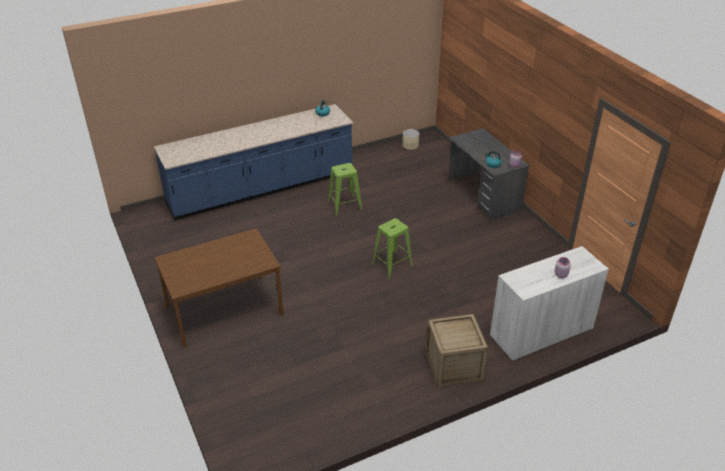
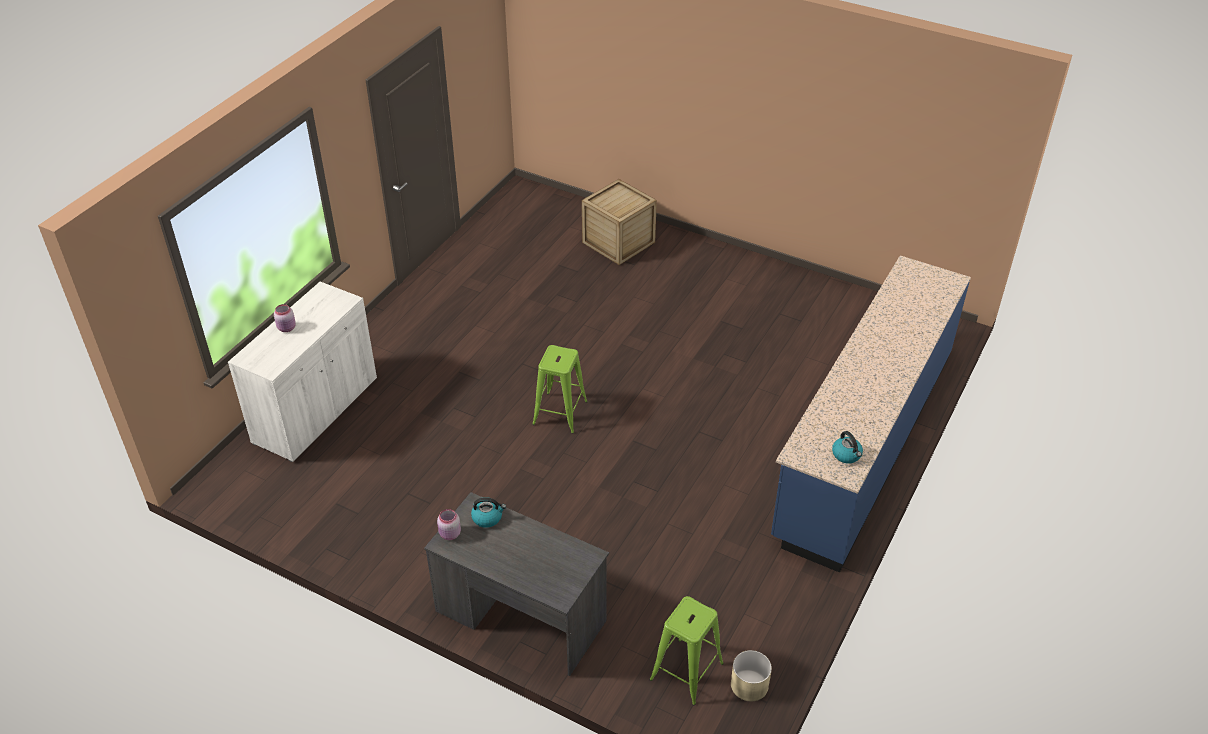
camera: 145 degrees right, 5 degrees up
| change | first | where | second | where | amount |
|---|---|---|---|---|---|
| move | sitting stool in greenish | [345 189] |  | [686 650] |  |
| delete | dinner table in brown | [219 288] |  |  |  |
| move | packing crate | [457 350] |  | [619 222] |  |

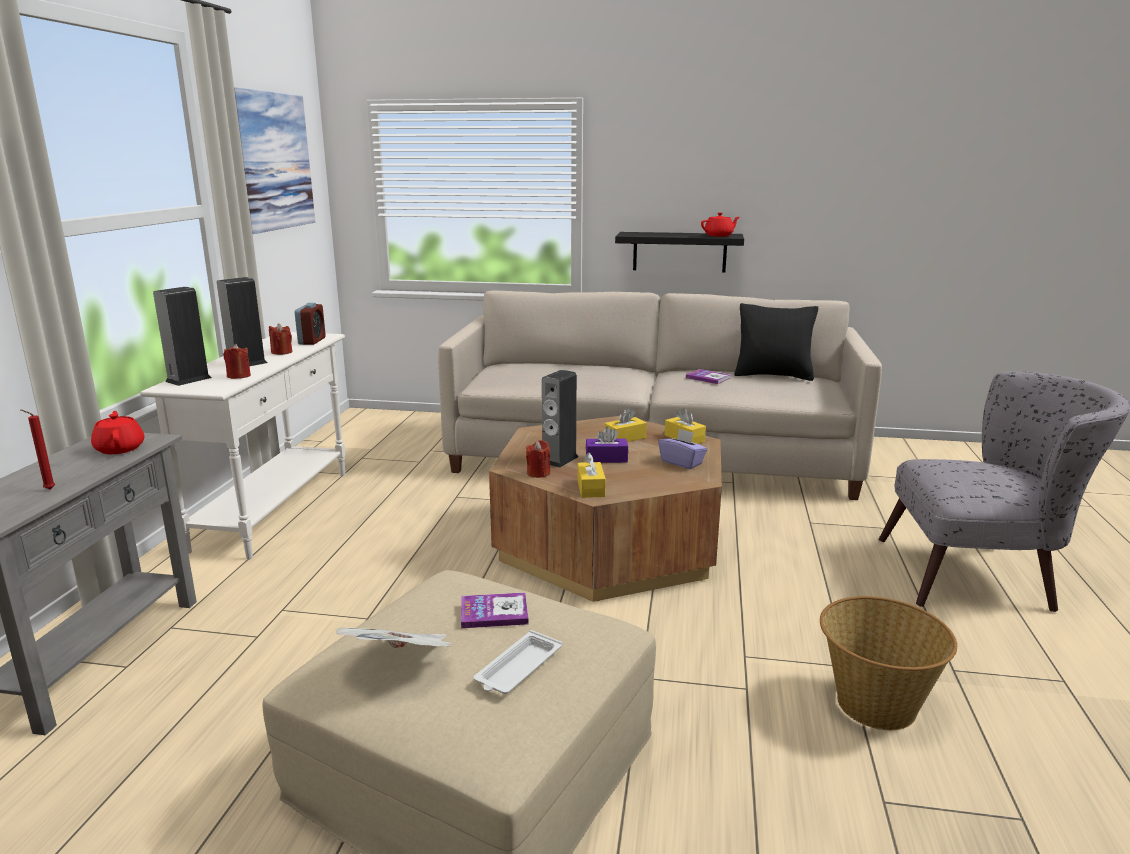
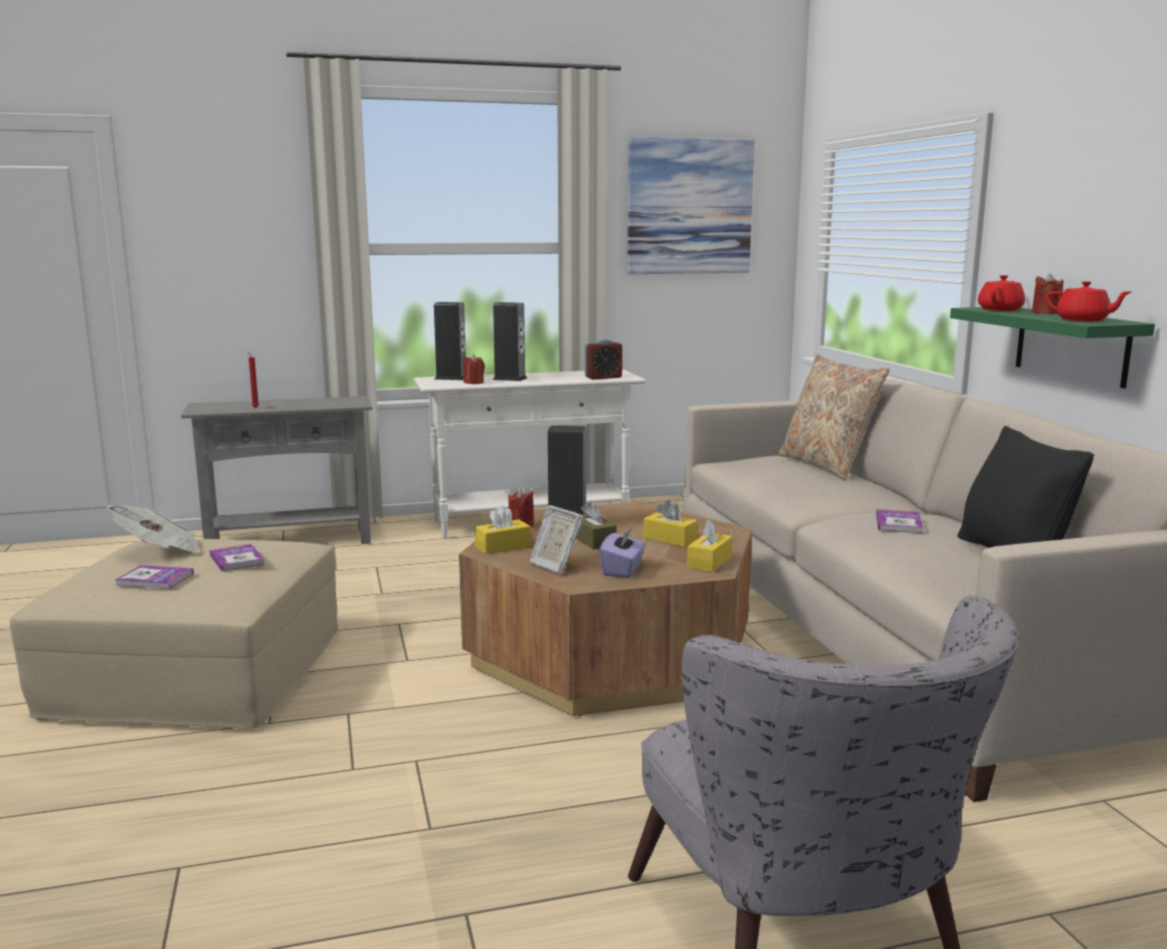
camera: 65 degrees right, 5 degrees down
| change | first | where | second | where | amount |
|---|---|---|---|---|---|
| recolor | wall shelf in blackish | [679 252] | wall shelf in greenish | [1052 347] |  |
| move | candle in red | [280 339] |  | [1048 293] |  |
| move | pot for tea in red | [117 432] |  | [1001 293] |  |
| recolor | tissue box in purple | [607 444] | tissue box in brown | [596 525] |  |
| delete | storage basket | [888 663] |  |  |  |
| replace | carrying tray in white | [518 662] | bound book | [154 577] |  |
| insert |  |  | cushion in beige-coloured | [834 417] |  |
| insert |  |  | standing frame | [556 539] |  |

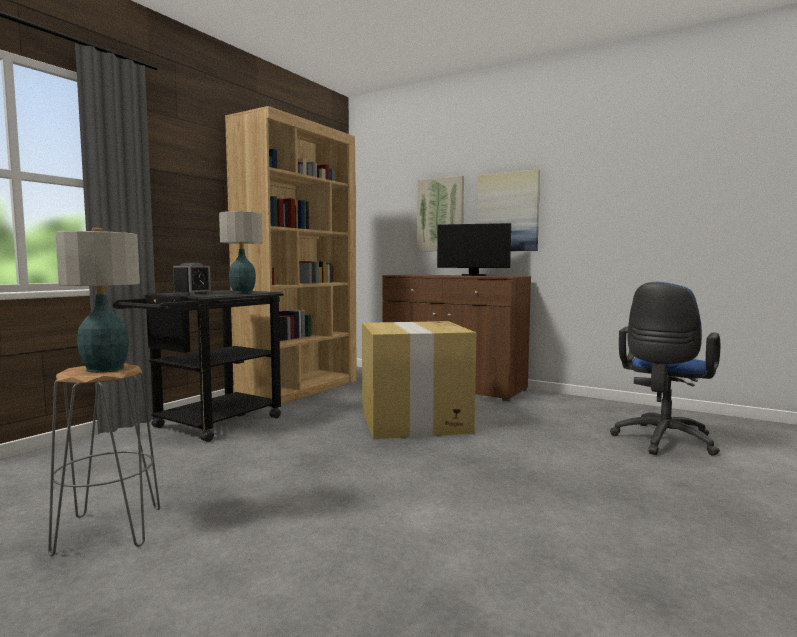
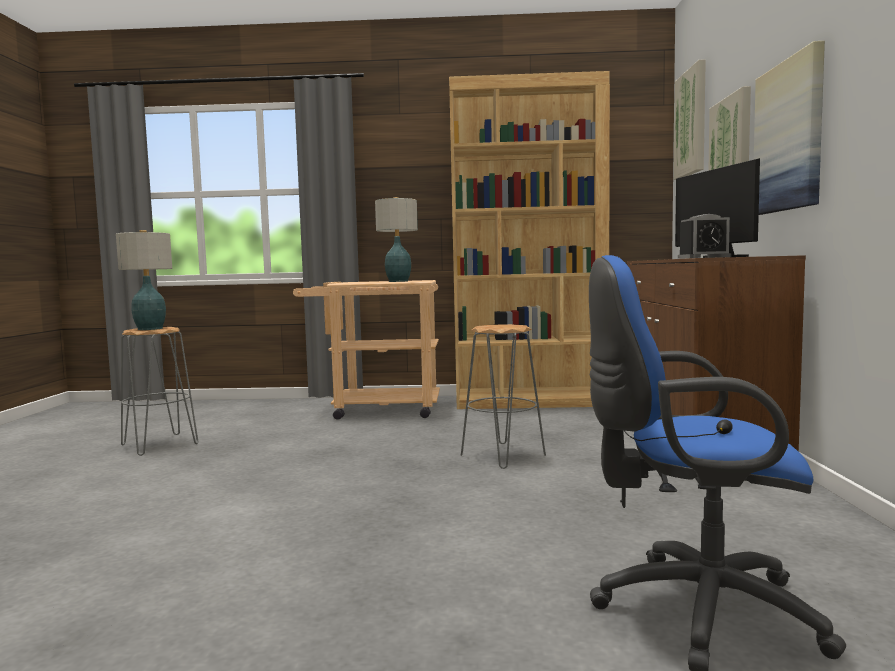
camera: 60 degrees right, 0 degrees up
| change | first | where | second | where | amount |
|---|---|---|---|---|---|
| move | bedside clock | [192 279] |  | [705 236] |  |
| recolor | trolley in blackish | [197 366] | trolley in beige-coloured | [366 350] |  |
| replace | cardboard box | [419 380] | sitting stool in grey | [503 396] |  |
| insert |  |  | wall picture | [690 119] |  |

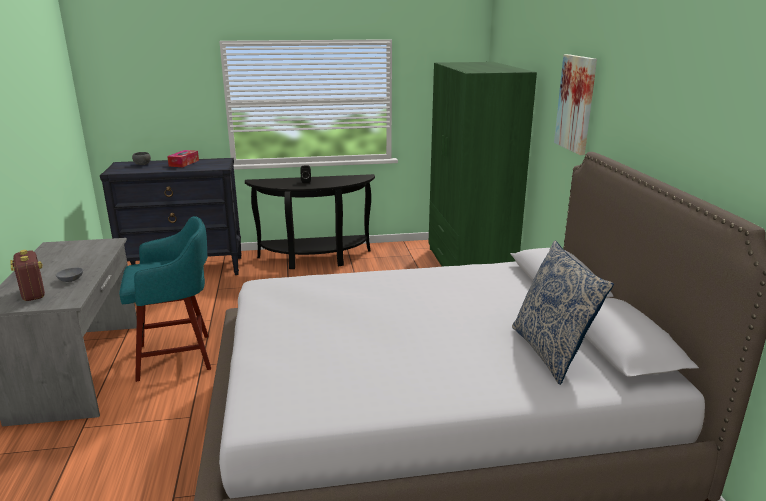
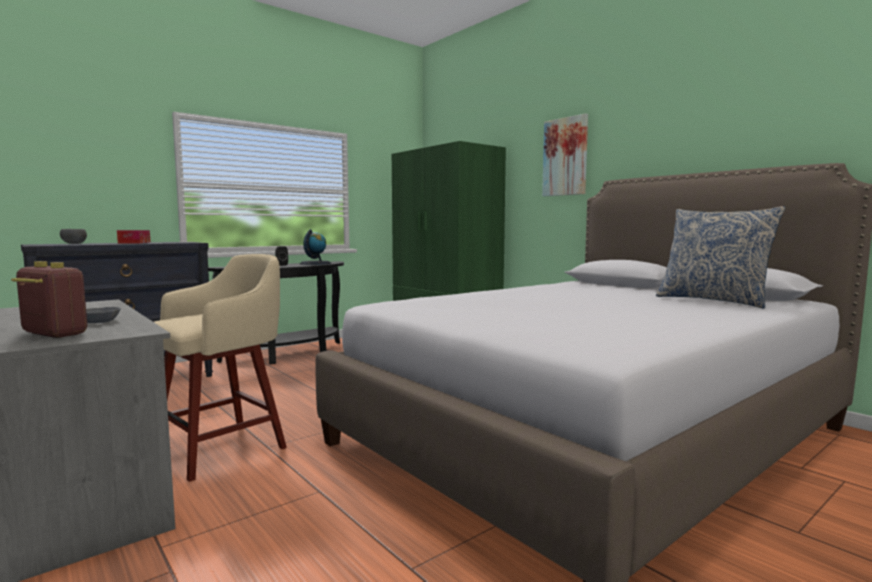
camera: 30 degrees left, 15 degrees down
| change | first | where | second | where | amount |
|---|---|---|---|---|---|
| recolor | sitting stool in blue-green | [165 299] | sitting stool in beige-coloured | [220 368] |  |
| insert |  |  | globe | [315 247] |  |

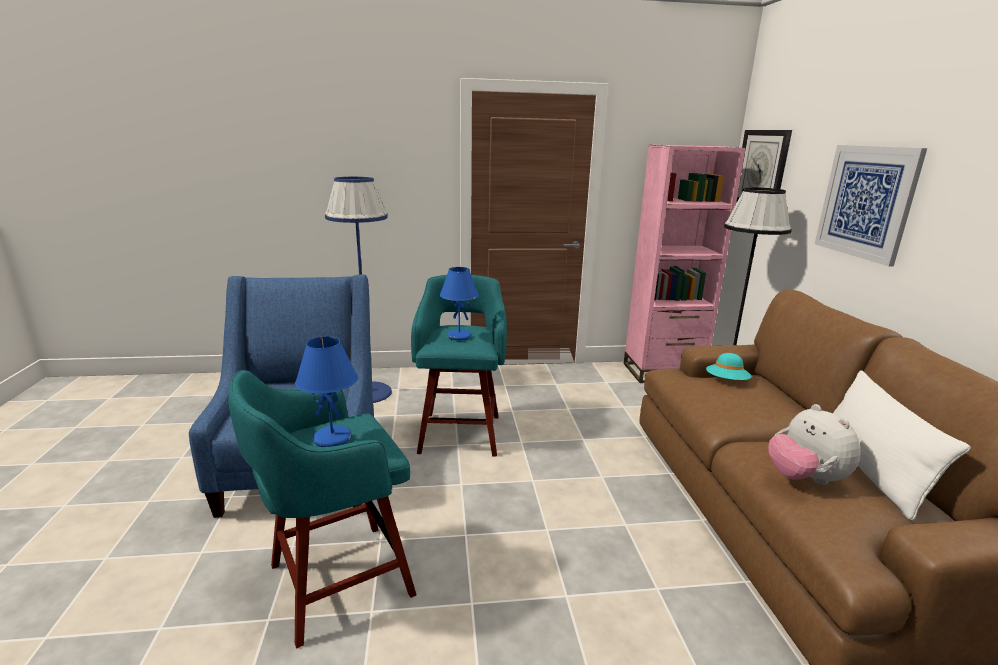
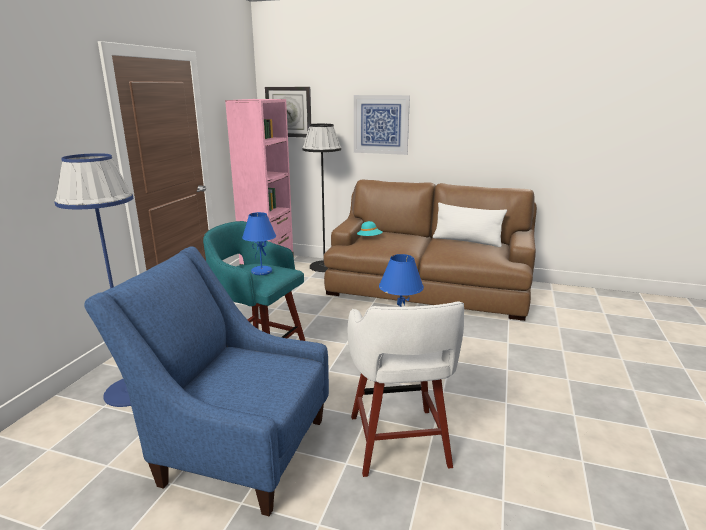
camera: 65 degrees left, 0 degrees up
| change | first | where | second | where | amount |
|---|---|---|---|---|---|
| recolor | sitting stool in blue-green | [322 509] | sitting stool in white | [406 389] |  |
| delete | cuddly toy | [814 444] |  |  |  |

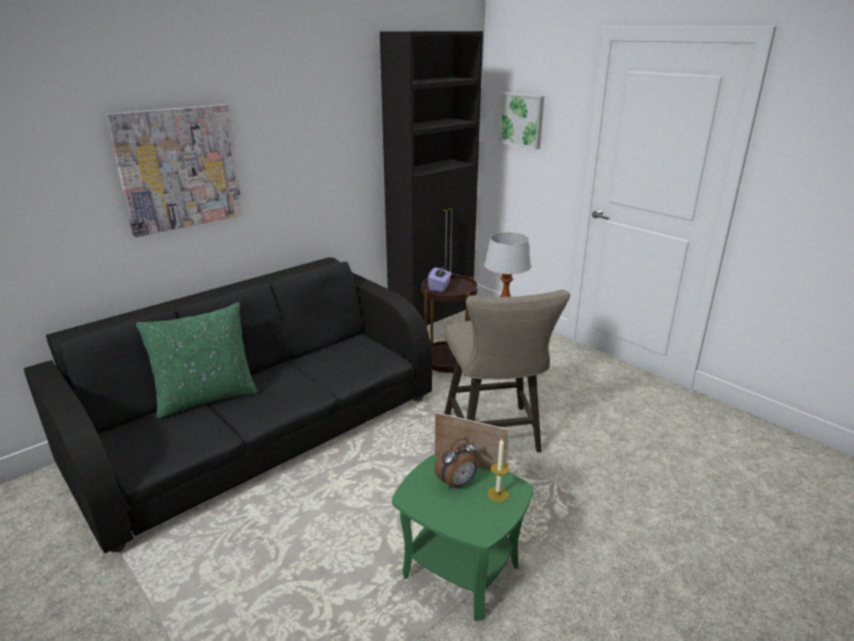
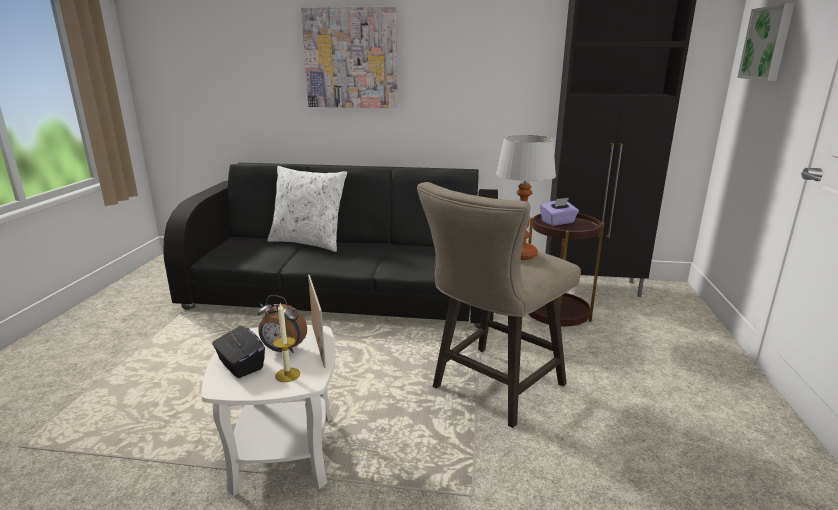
camera: 50 degrees right, 5 degrees down
| change | first | where | second | where | amount |
|---|---|---|---|---|---|
| recolor | cushion in greenish | [197 360] | cushion in white | [307 209] |  |
| recolor | accent table in greenish | [462 537] | accent table in white | [268 410] |  |
| insert |  |  | tissue box in blackish | [238 352] |  |

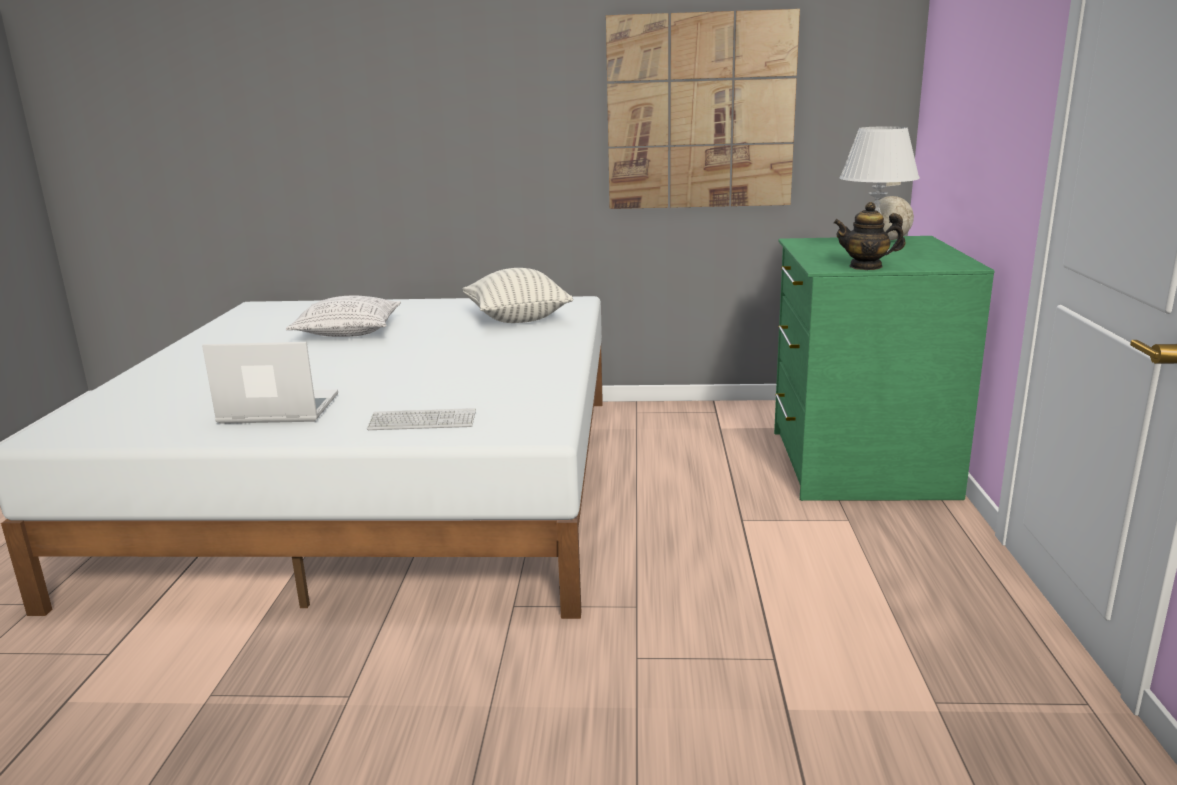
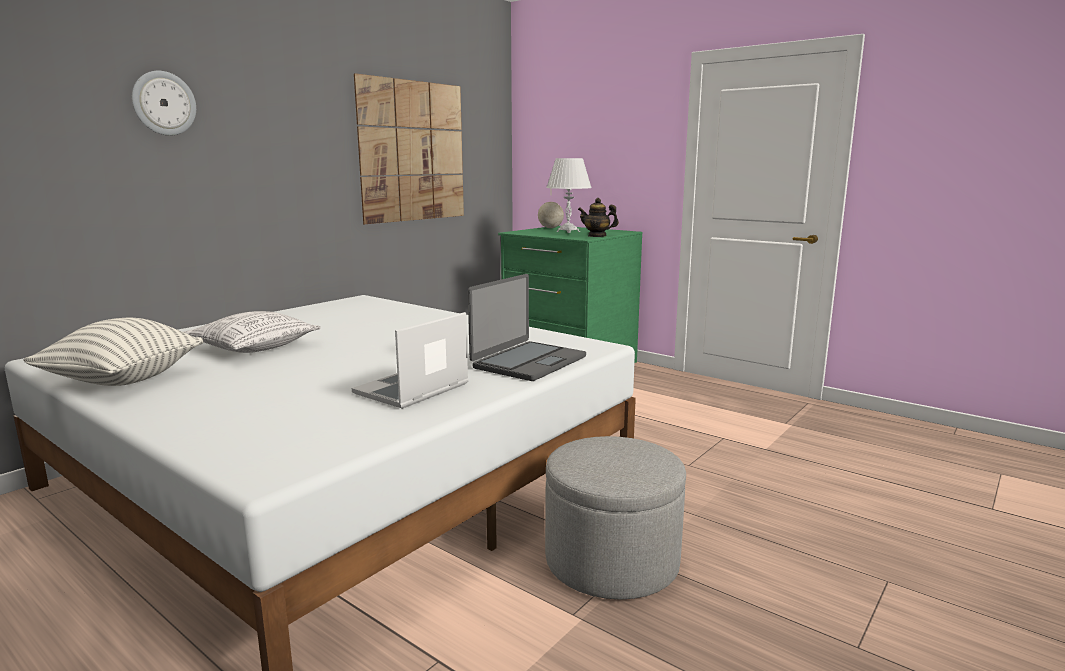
camera: 55 degrees left, 5 degrees down
| change | first | where | second | where | amount |
|---|---|---|---|---|---|
| rotate | pot for tea | [869 236] |  | [598 217] | 60 degrees clockwise |
| move | cushion | [518 295] |  | [113 352] |  |
| replace | computer keyboard | [421 419] | portable computer | [527 327] |  |
| insert |  |  | hanging clock | [164 103] |  |
| insert |  |  | ottoman in grey | [615 518] |  |

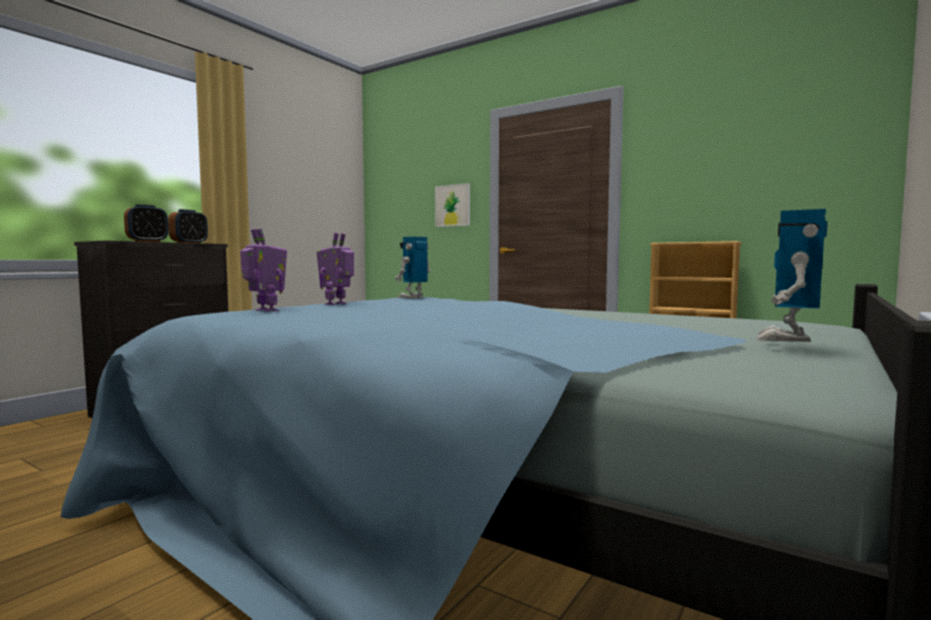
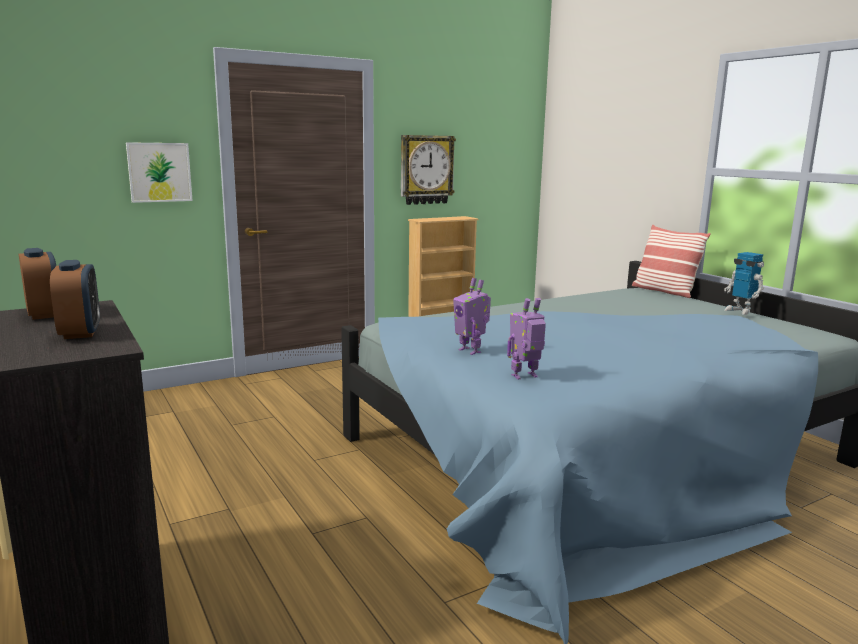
camera: 65 degrees left, 10 degrees up
| change | first | where | second | where | amount |
|---|---|---|---|---|---|
| delete | toy robot | [413 268] |  |  |  |
| insert |  |  | hanging clock | [428 170] |  |
| insert |  |  | cushion | [671 261] |  |

